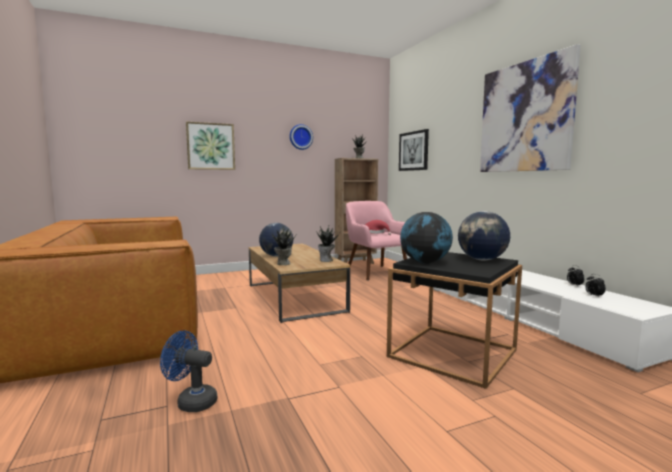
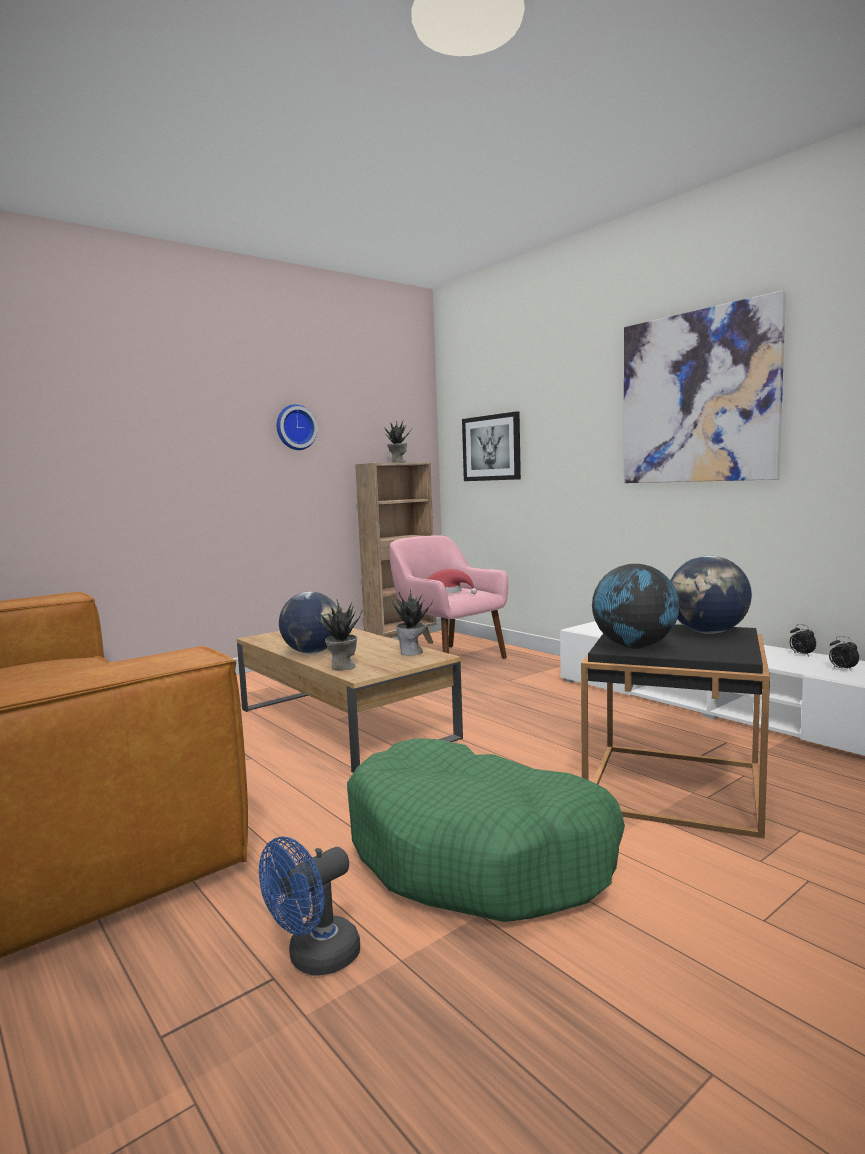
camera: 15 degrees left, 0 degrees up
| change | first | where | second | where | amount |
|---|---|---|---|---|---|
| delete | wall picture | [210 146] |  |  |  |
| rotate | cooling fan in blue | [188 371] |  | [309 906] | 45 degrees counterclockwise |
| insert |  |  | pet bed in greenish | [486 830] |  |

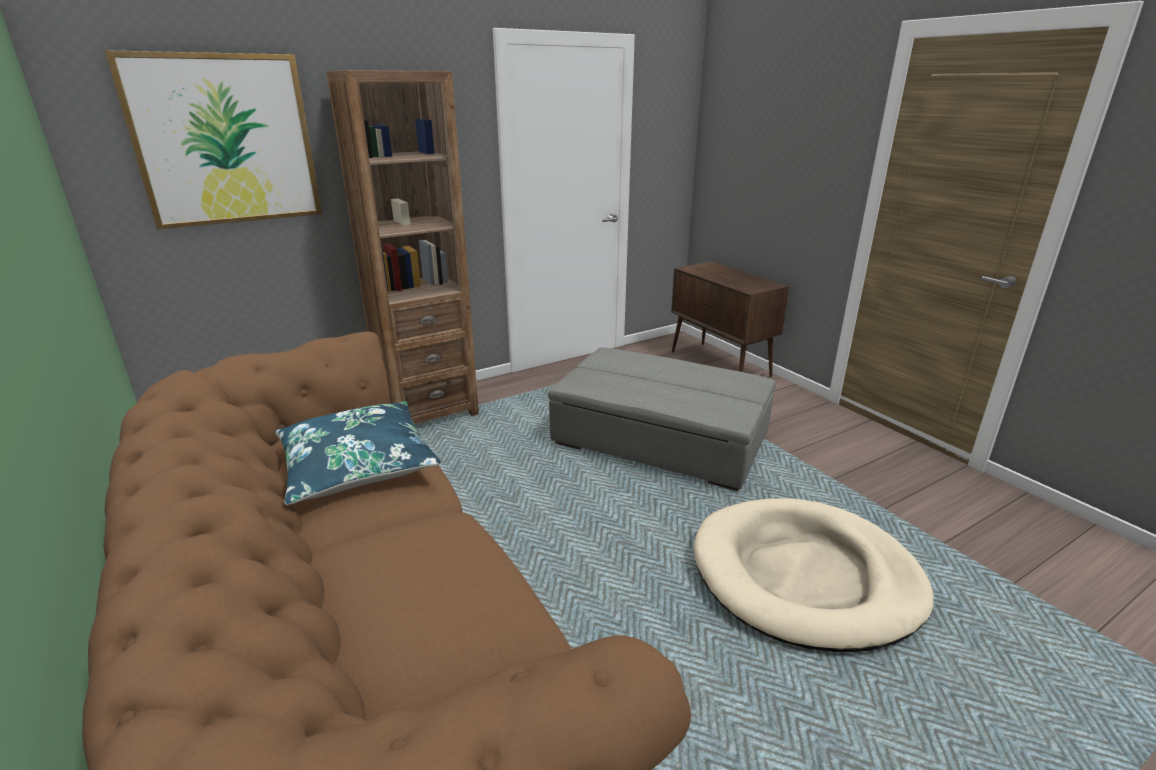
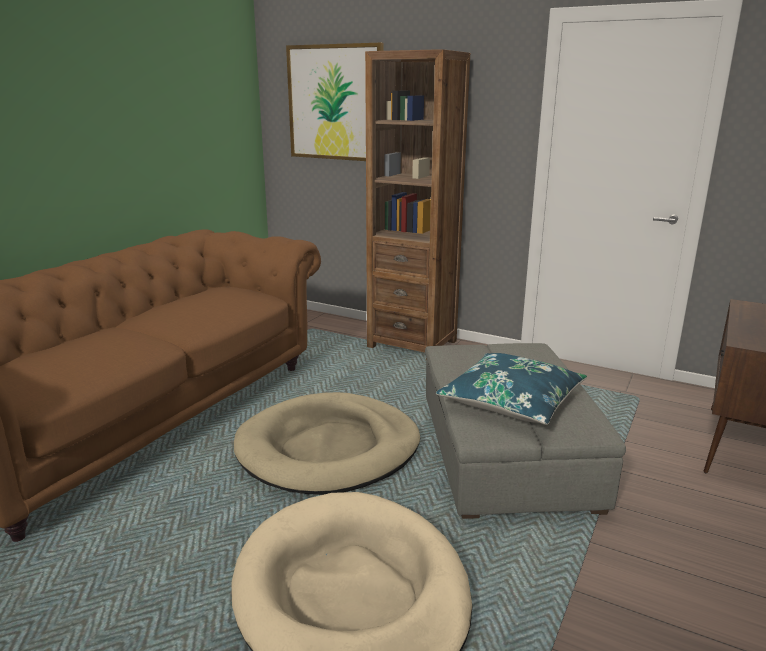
camera: 60 degrees right, 5 degrees down
| change | first | where | second | where | amount |
|---|---|---|---|---|---|
| move | cushion in blue | [358 453] |  | [511 389] |  |
| insert |  |  | pet bed in beige-coloured | [327 443] |  |

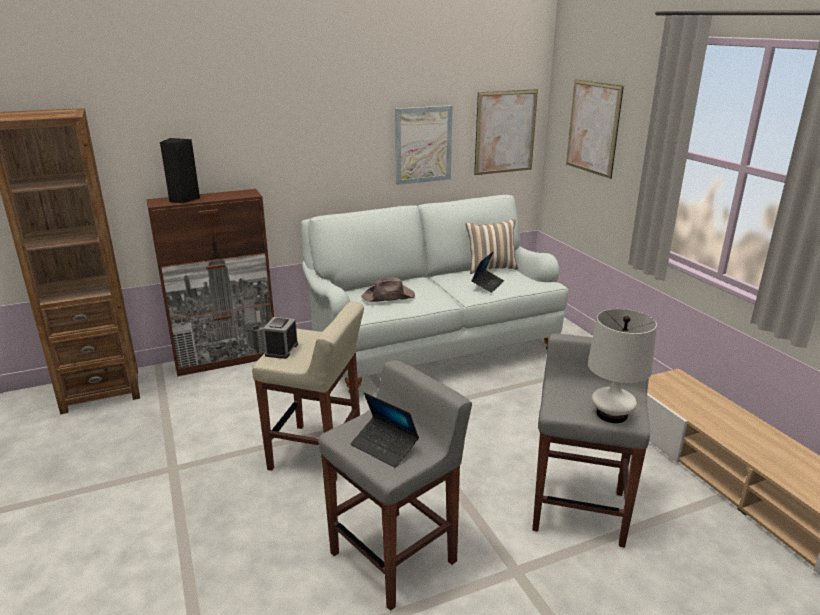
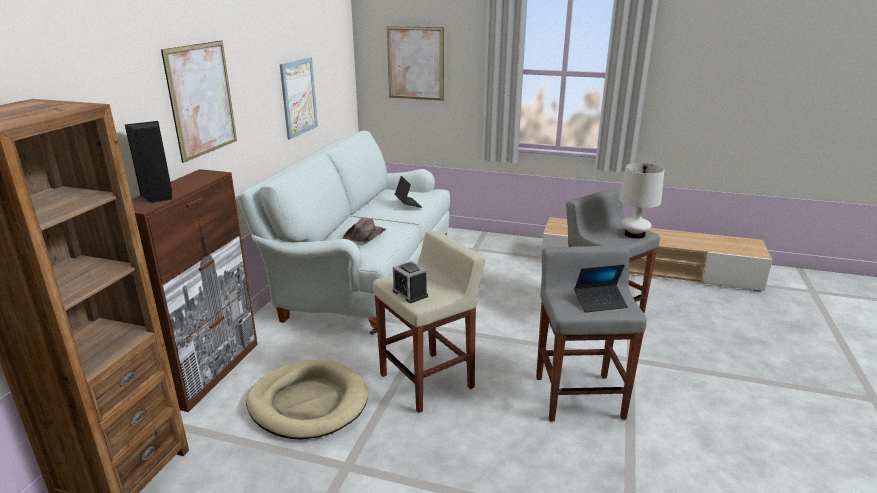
camera: 50 degrees left, 0 degrees up
| change | first | where | second | where | amount |
|---|---|---|---|---|---|
| move | wall picture | [506 132] |  | [199 102] |  |
| delete | cushion | [491 246] |  |  |  |
| insert |  |  | pet bed in beige-coloured | [307 400] |  |

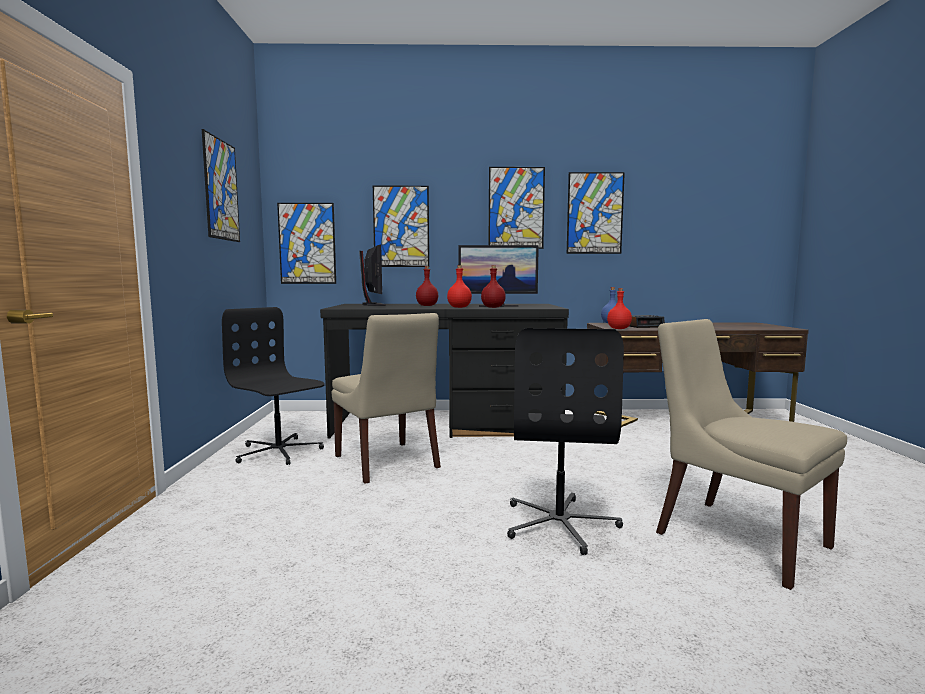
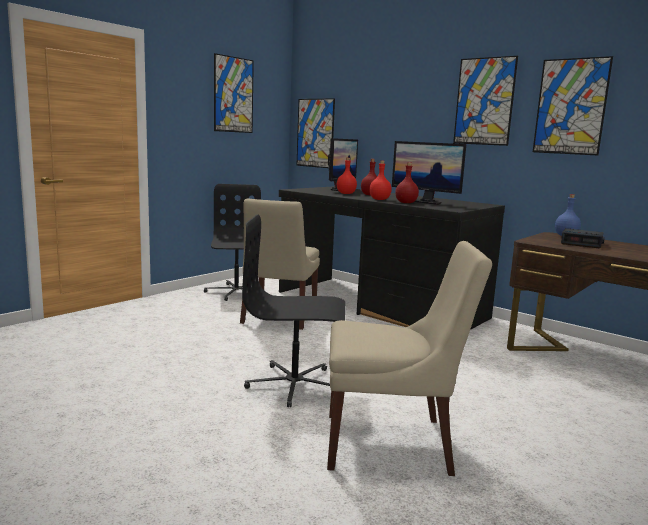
camera: 40 degrees right, 5 degrees up
| change | first | where | second | where | amount |
|---|---|---|---|---|---|
| delete | wall picture | [401 226] |  |  |  |
| move | bottle in red | [619 308] |  | [347 176] |  |
| rotate | upright chair in beige-coloured | [751 454] |  | [409 358] | 90 degrees clockwise |
| rotate | office chair in blackish | [565 441] |  | [294 310] | 45 degrees clockwise |

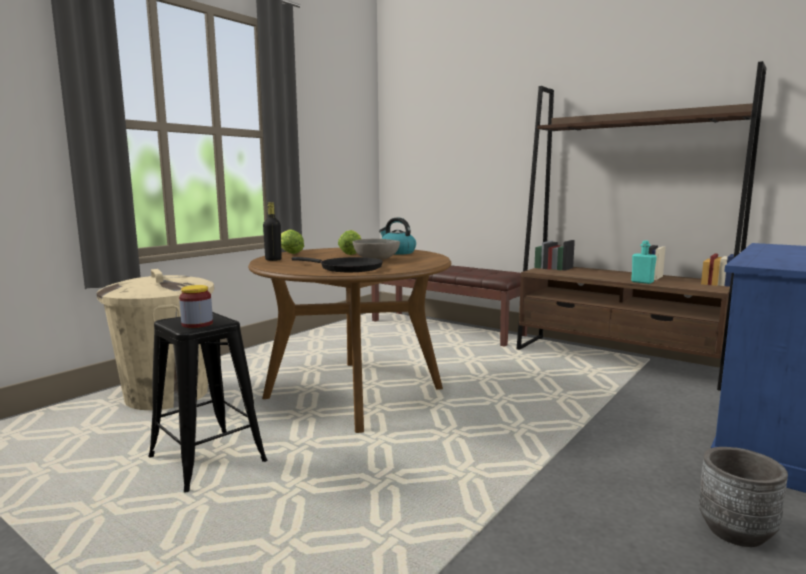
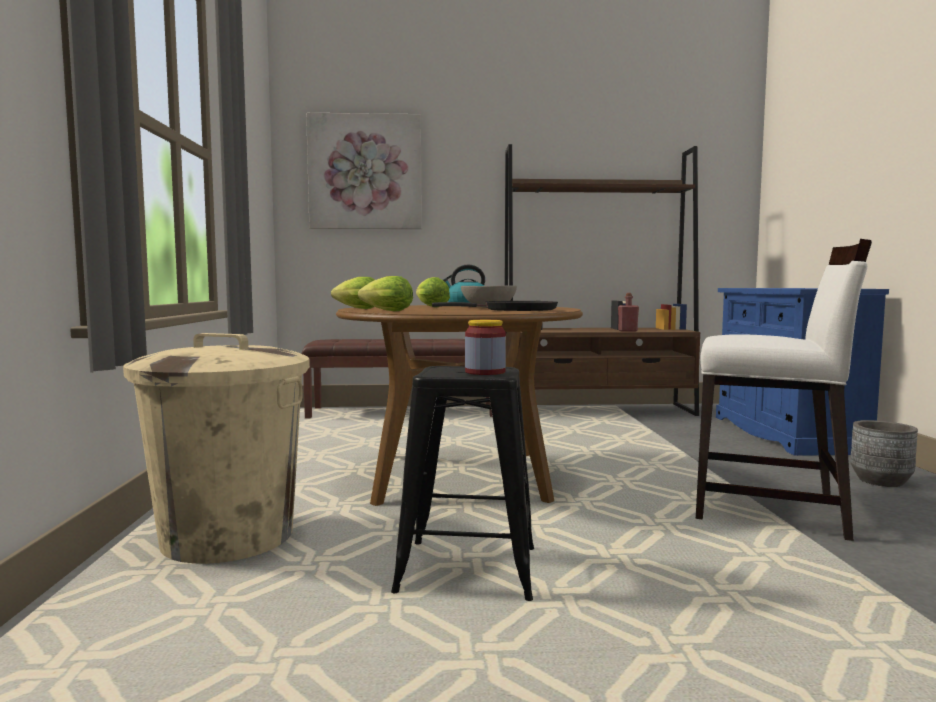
camera: 40 degrees left, 5 degrees down
| change | first | where | second | where | amount |
|---|---|---|---|---|---|
| replace | bottle in blackish | [272 231] | lettuce head | [385 293] |  |
| recolor | bottle in blue-green | [644 262] | bottle in red | [628 312] |  |
| insert |  |  | wall picture | [364 171] |  |
| insert |  |  | upright chair in white | [784 390] |  |

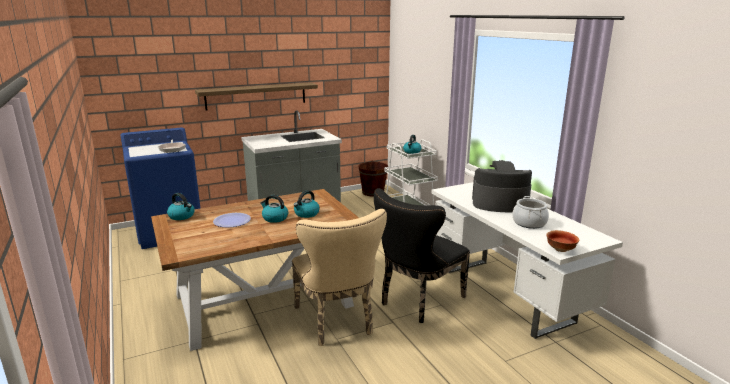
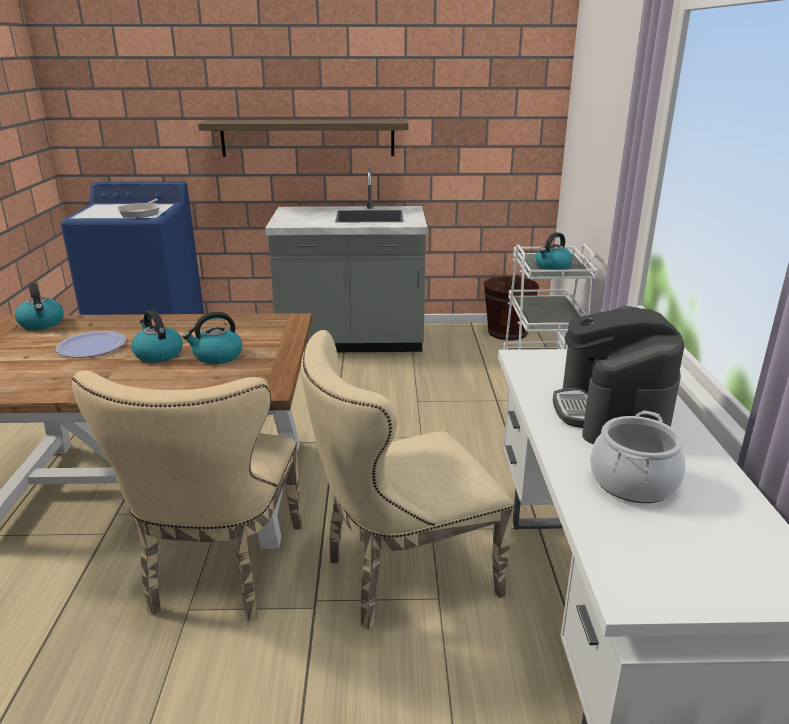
camera: 25 degrees right, 5 degrees up
| change | first | where | second | where | amount |
|---|---|---|---|---|---|
| rotate | coffee brewer | [502 186] |  | [618 375] | 120 degrees counterclockwise |
| recolor | upright chair in blackish | [422 255] | upright chair in beige-coloured | [407 480] |  |
| delete | bowl | [562 241] |  |  |  |

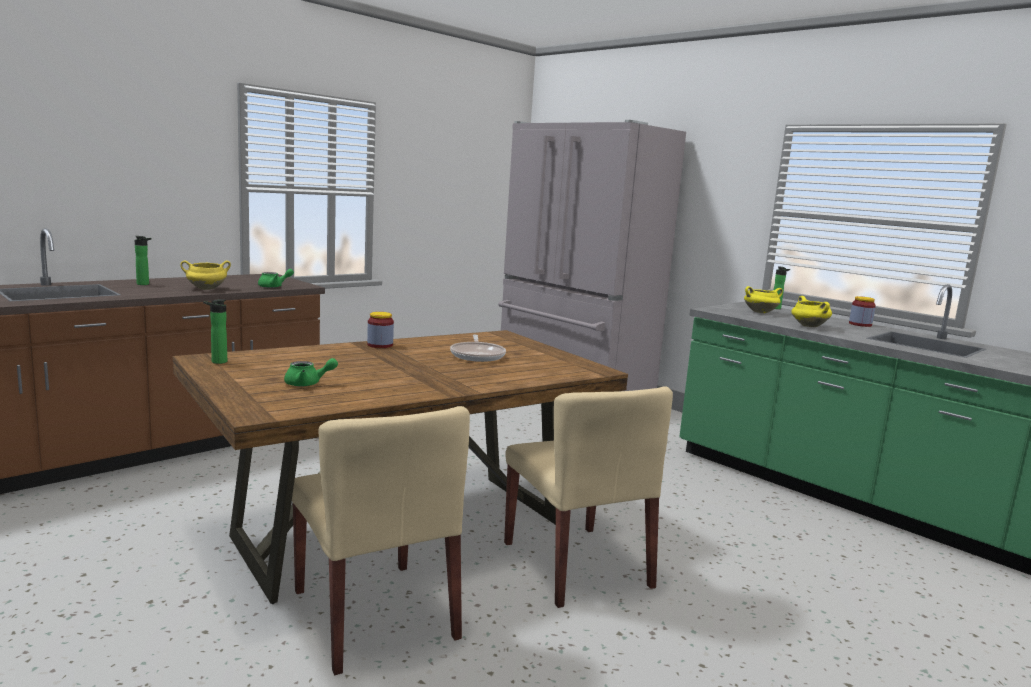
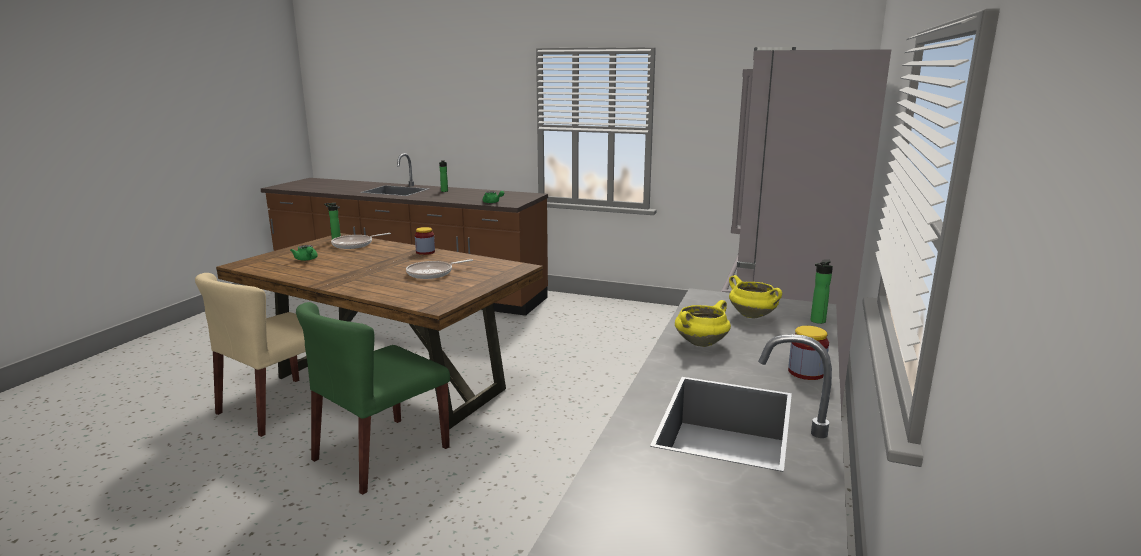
camera: 65 degrees right, 5 degrees up
| change | first | where | second | where | amount |
|---|---|---|---|---|---|
| delete | saucepot in yellow-coloured | [205 275] |  |  |  |
| recolor | upright chair in beige-coloured | [588 497] | upright chair in greenish | [373 398] |  |
| insert |  |  | pan | [361 241] |  |

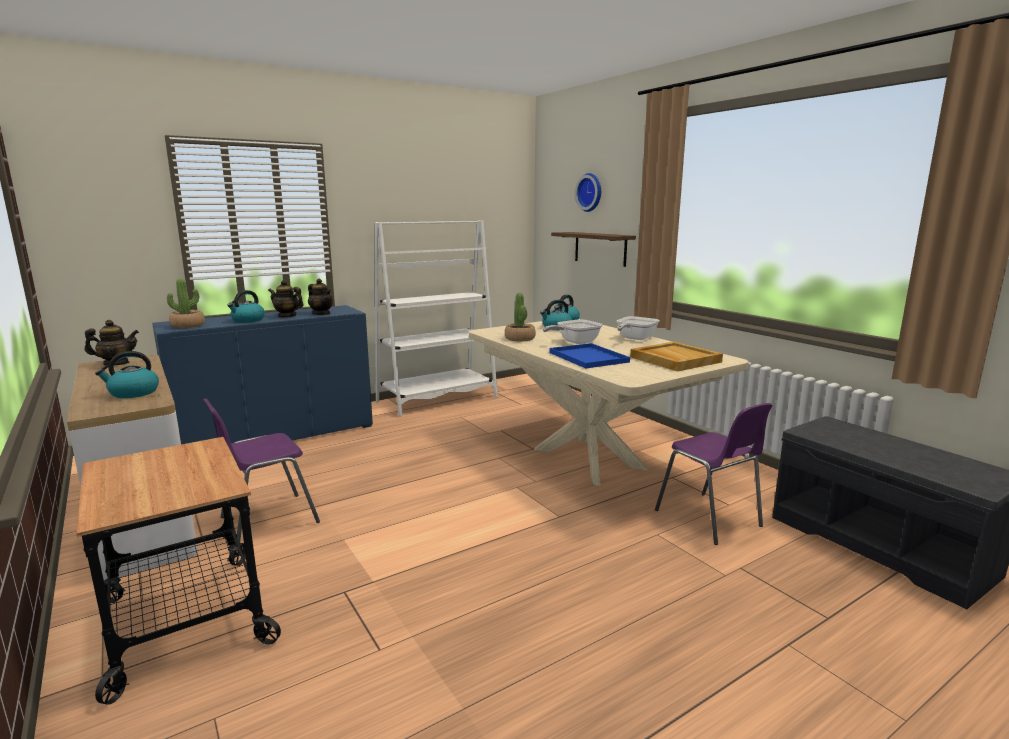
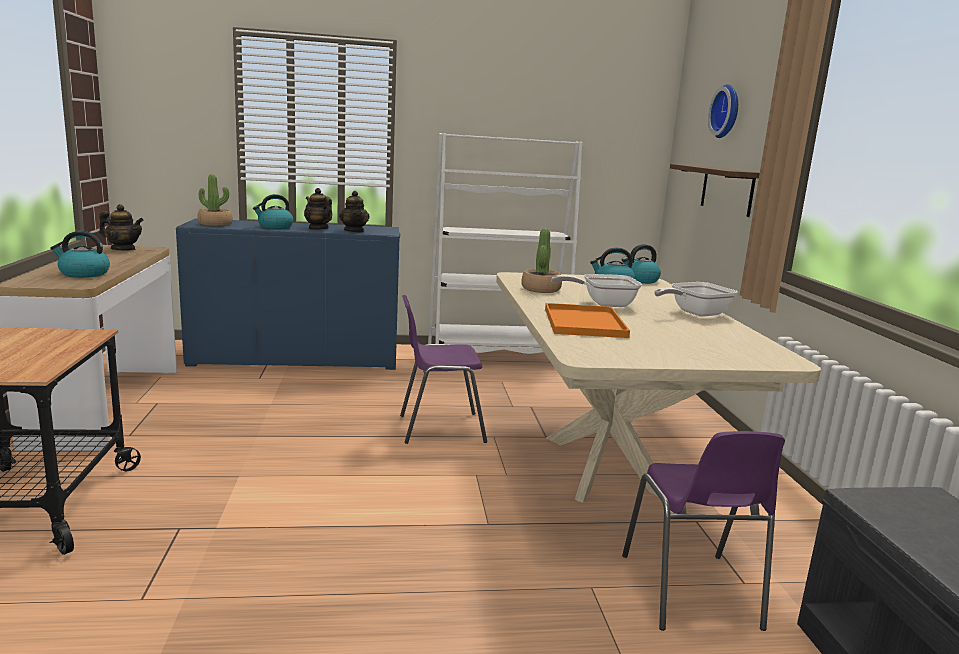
camera: 25 degrees right, 0 degrees up
| change | first | where | second | where | amount |
|---|---|---|---|---|---|
| delete | carrying tray in beige-coloured | [676 357] |  |  |  |
| recolor | carrying tray in blue | [590 355] | carrying tray in orange | [587 320] |  |
| move | upright chair in purple | [261 470] |  | [443 369] |  |

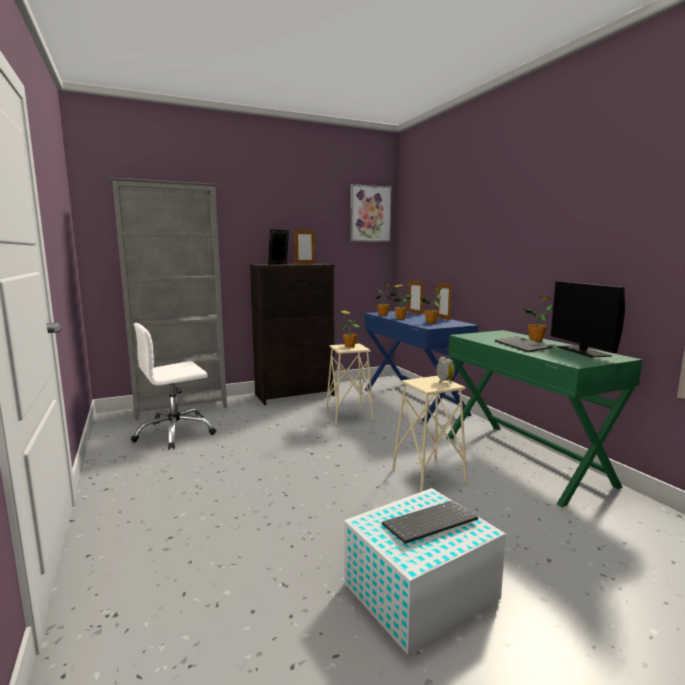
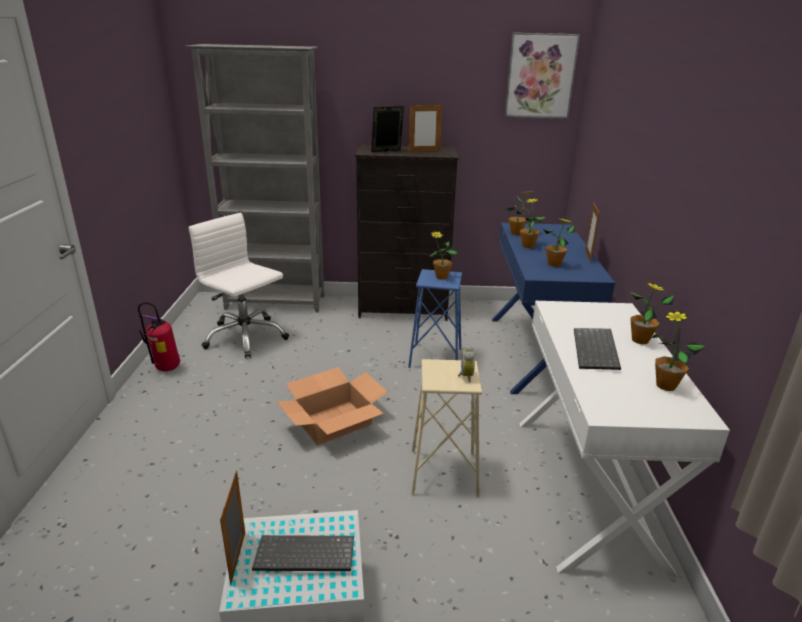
camera: 25 degrees right, 15 degrees up
| change | first | where | second | where | amount |
|---|---|---|---|---|---|
| move | standing frame | [416 298] |  | [232 527] |  |
| replace | computer display | [588 319] | potted plant | [679 350] |  |
| rotate | office chair in white | [173 386] |  | [239 285] | 45 degrees clockwise |
| recolor | desk in greenish | [544 418] | desk in white | [625 439] |  |
| recolor | sitting stool in beige-coloured | [350 384] | sitting stool in blue | [435 318] |  |
| insert |  |  | fire extinguisher | [159 336] |  |
| insert |  |  | cardboard box | [332 406] |  |

